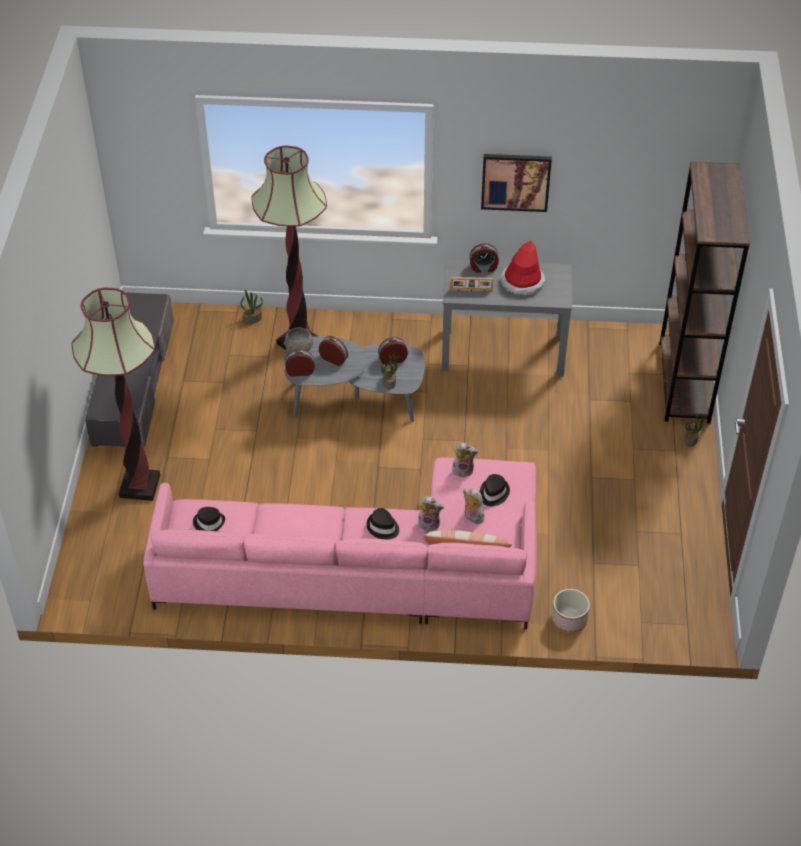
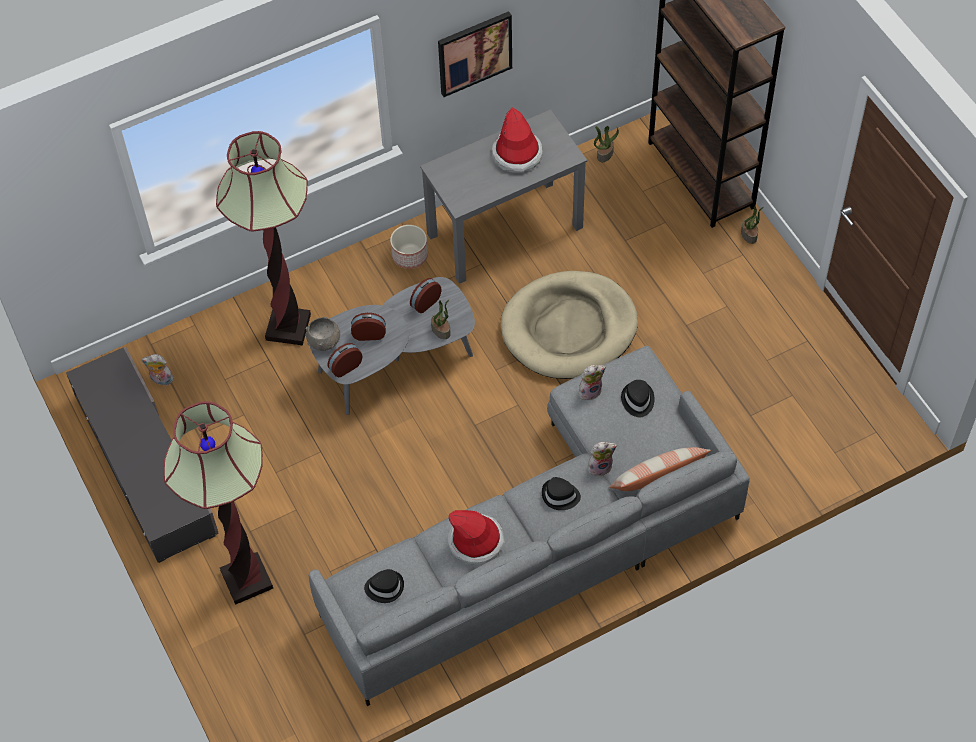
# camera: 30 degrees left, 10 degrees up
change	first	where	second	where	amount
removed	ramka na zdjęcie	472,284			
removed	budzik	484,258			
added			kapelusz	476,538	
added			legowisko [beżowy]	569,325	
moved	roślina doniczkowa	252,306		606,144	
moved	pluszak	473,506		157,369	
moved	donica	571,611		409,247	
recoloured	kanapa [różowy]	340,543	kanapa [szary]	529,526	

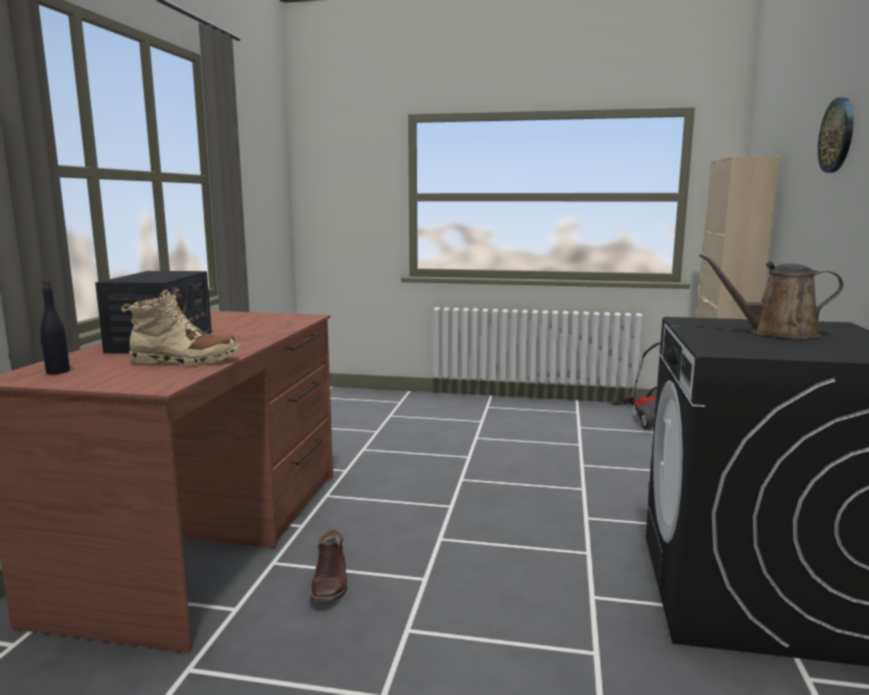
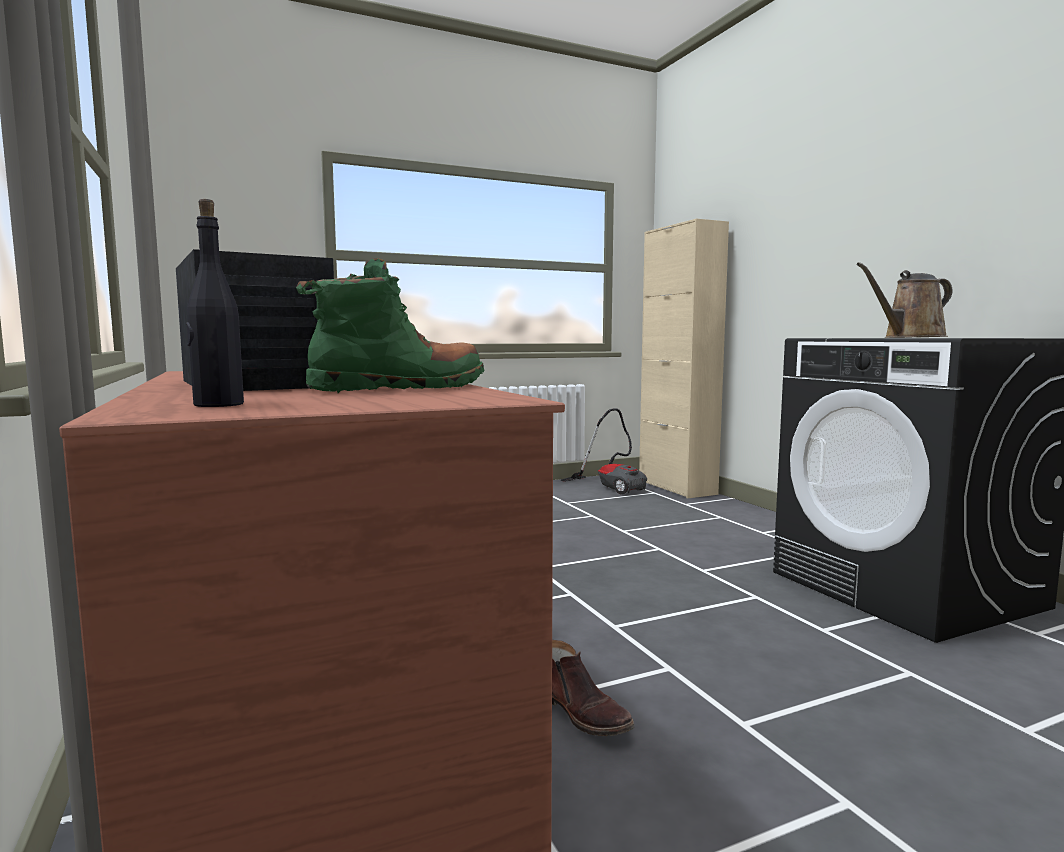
# camera: 35 degrees left, 5 degrees down
change	first	where	second	where	amount
removed	zegar ścienny	836,135			
recoloured	but z cholewką [beżowy]	180,327	but z cholewką [zielony]	390,325	

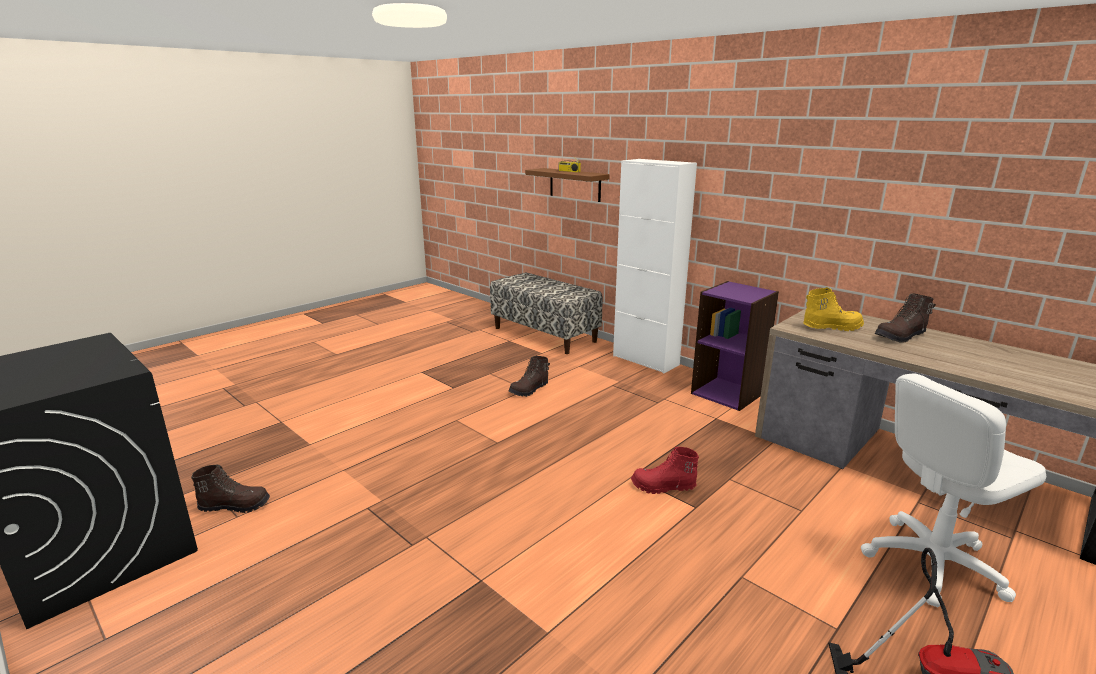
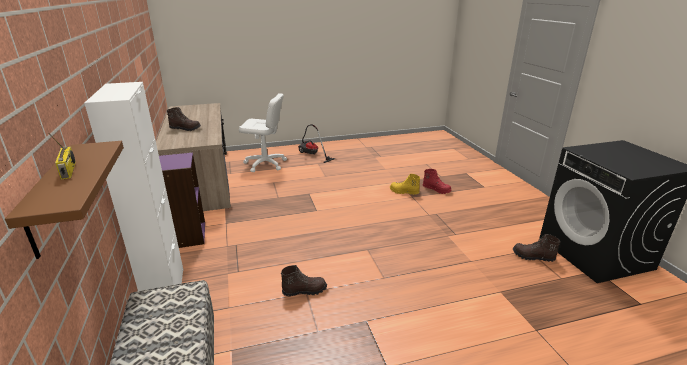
# camera: 150 degrees left, 5 degrees up
change	first	where	second	where	amount
moved	but z cholewką [czerwony]	665,470		437,181	
moved	but z cholewką [żółty]	833,309		405,184	

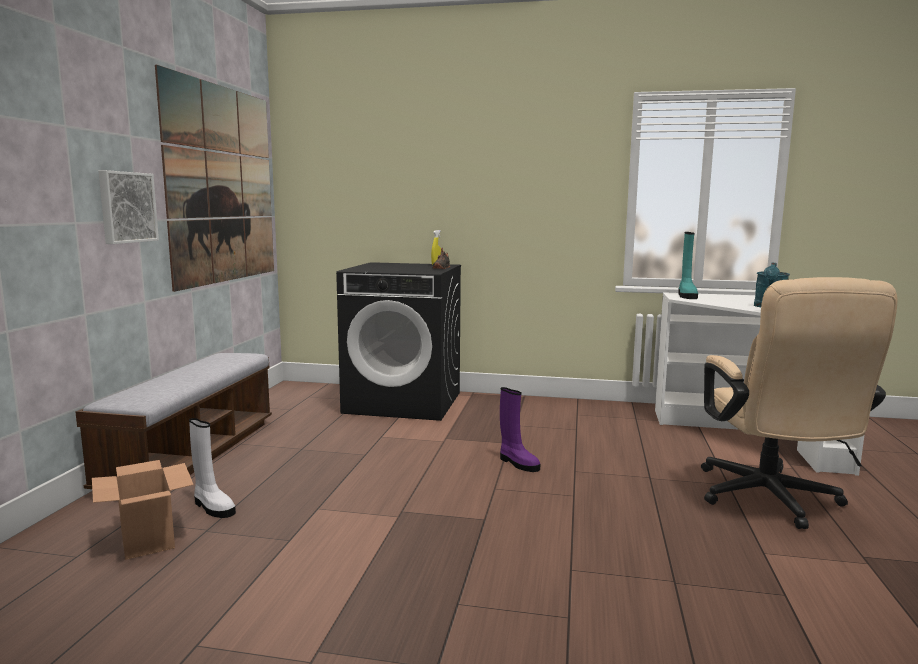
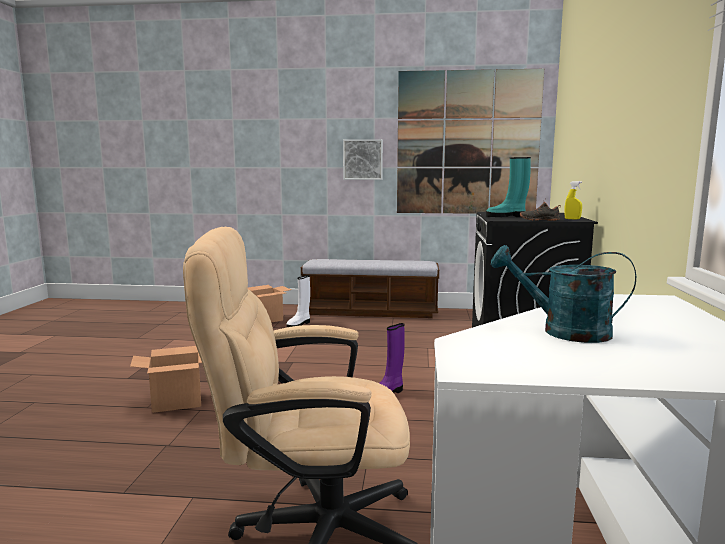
# camera: 85 degrees right, 0 degrees up
change	first	where	second	where	amount
added			karton	166,379	
moved	but z cholewką [turkusowy]	688,265		508,187	

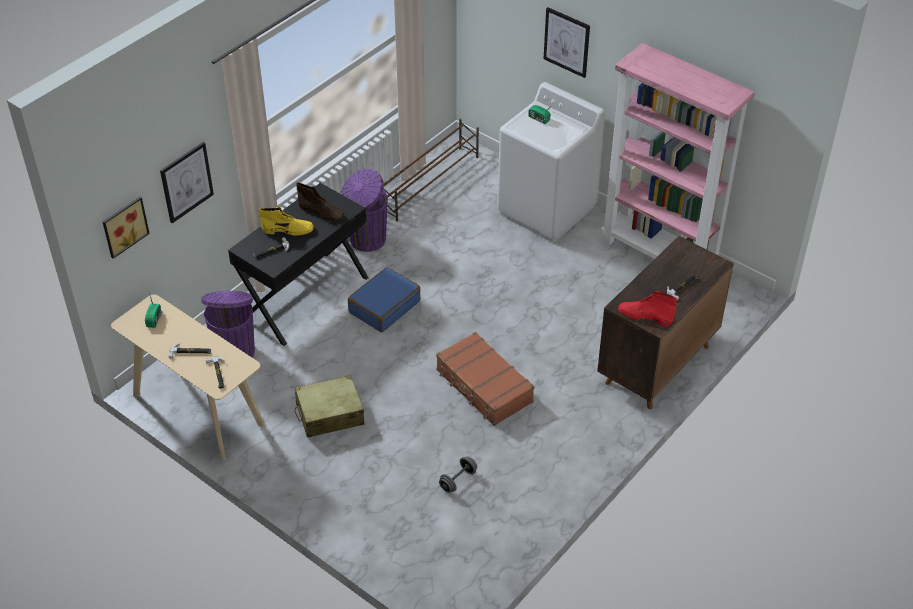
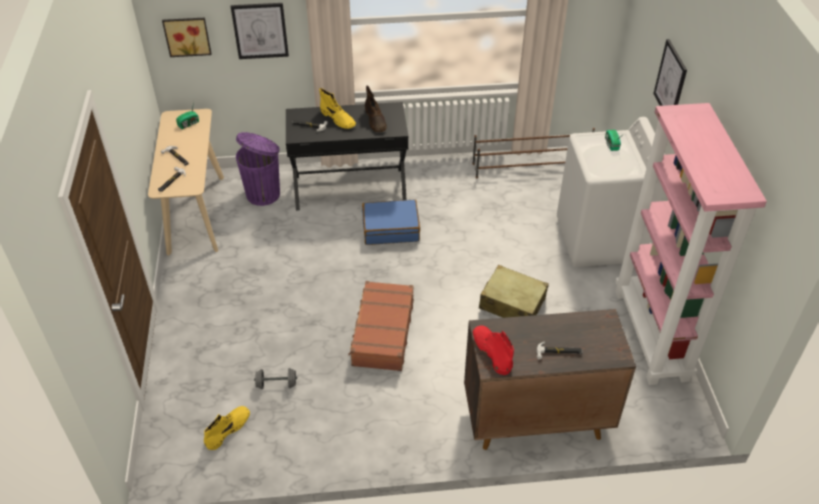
# camera: 45 degrees right, 0 degrees up
change	first	where	second	where	amount
removed	kosz na śmieci [fioletowy]	364,210			
added			but z cholewką [żółty]	227,428	
moved	walizka [beżowy]	329,406		514,291	

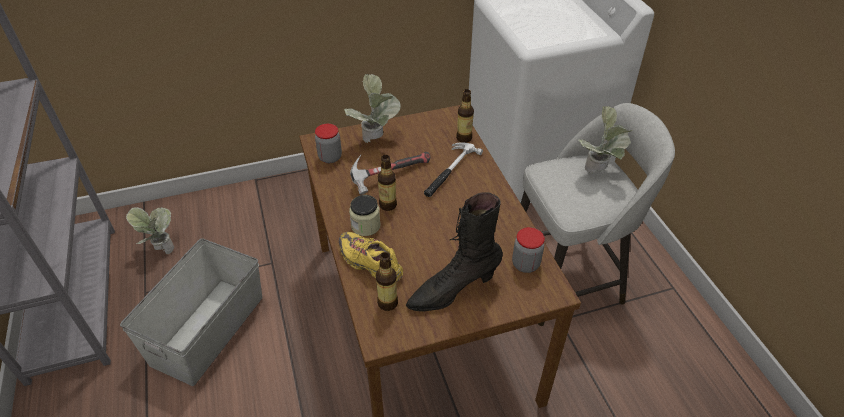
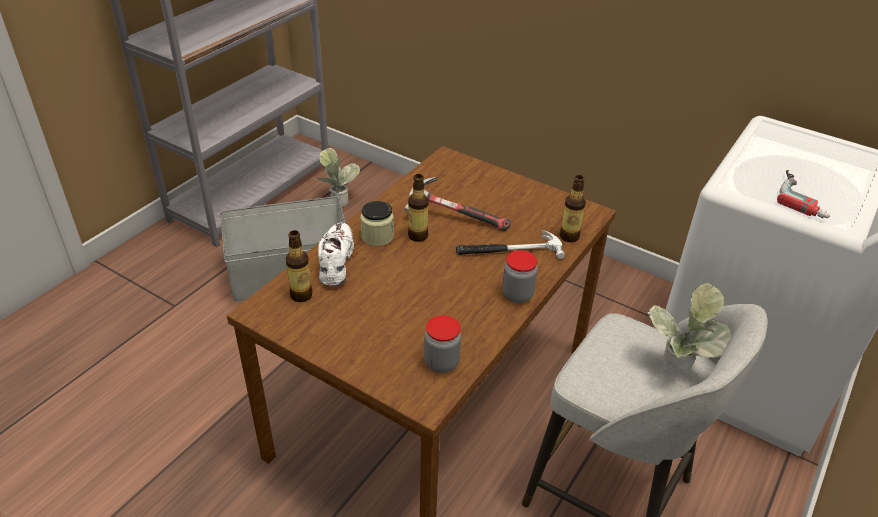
# camera: 50 degrees right, 5 degrees down
change	first	where	second	where	amount
removed	roślina doniczkowa	372,108			
removed	but z cholewką [czarny]	454,252			
added			wiertarka	803,194	
moved	słoik	328,143		520,276	
recoloured	but [żółty]	371,256	but [biały]	336,254	

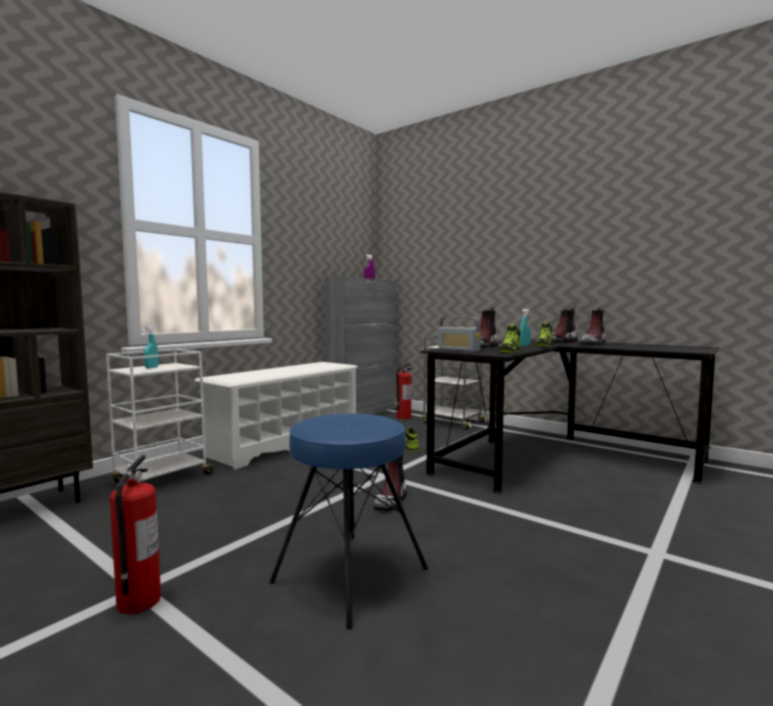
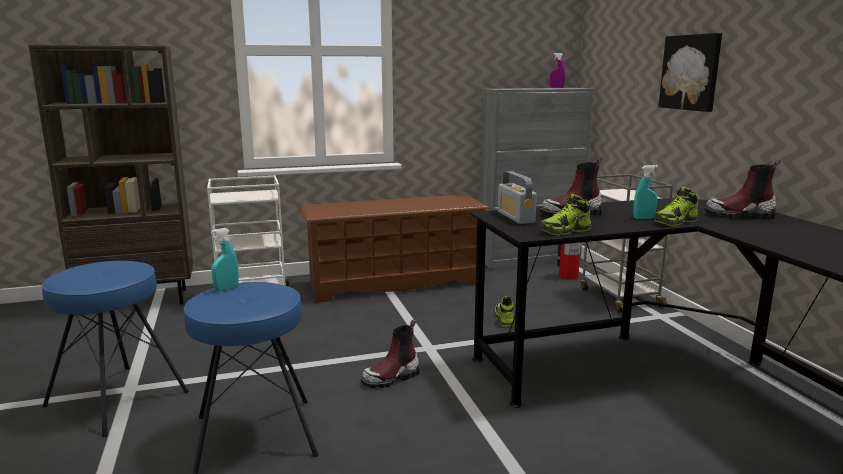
# camera: 35 degrees right, 10 degrees up
change	first	where	second	where	amount
removed	but z cholewką	593,325			
added			obraz	690,72	
moved	spryskiwacz [turkusowy]	151,347		225,259	
replaced	gaśnica	135,534	stołek [niebieski]	115,349	
recoloured	regał na buty [biały]	276,416	regał na buty [brązowy]	394,248	

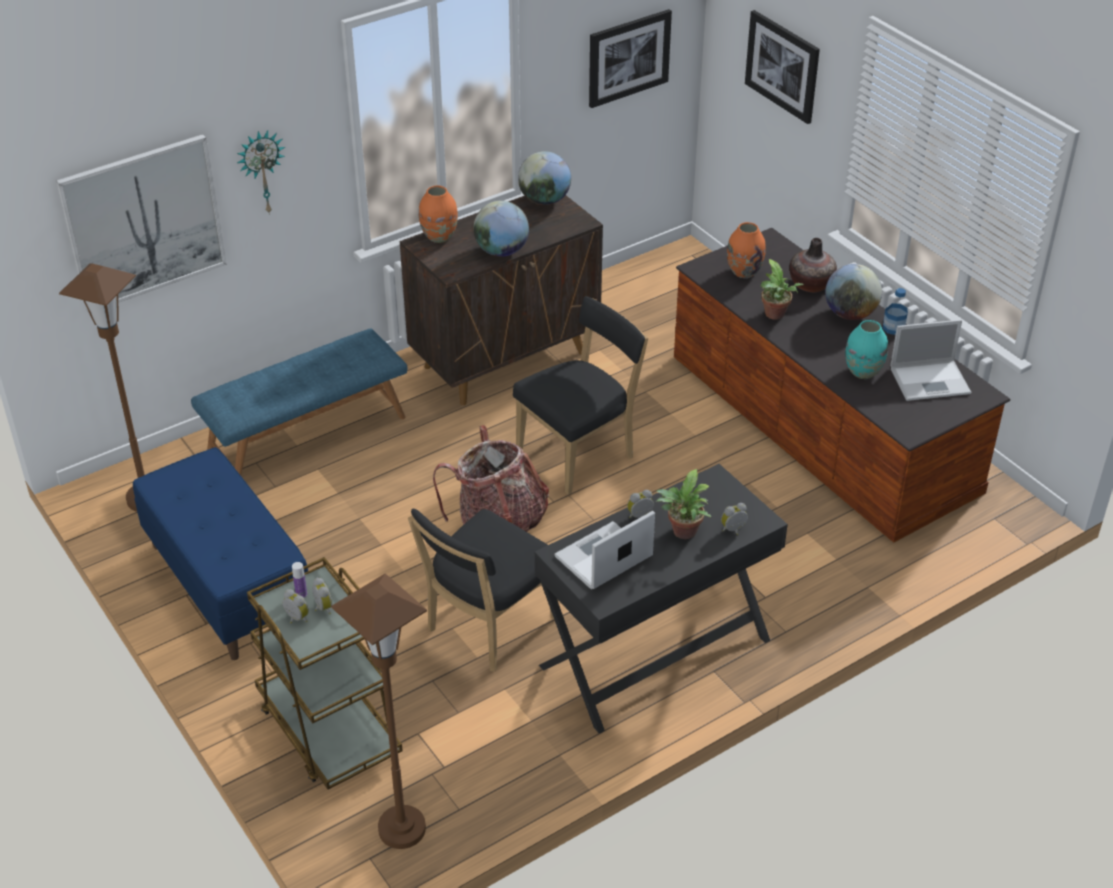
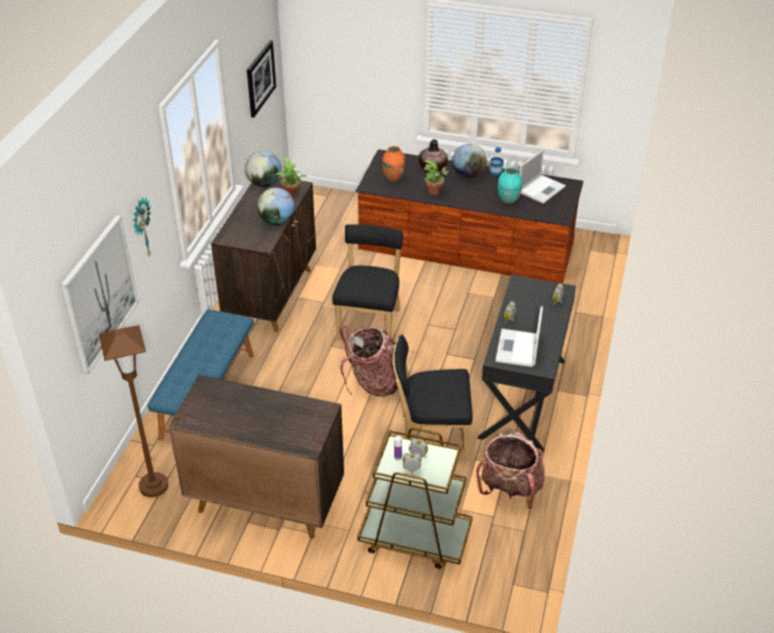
# camera: 40 degrees left, 0 degrees up
change	first	where	second	where	amount
removed	lampa stojąca [brązowy]	379,711			
removed	wazon [pomarańczowy]	438,214			
removed	obraz	782,67			
added			plecak	510,471	
moved	roślina doniczkowa	683,504		291,177	
replaced	ławka [niebieski]	220,553	szafka [brązowy]	256,457	
turned	krzesło [czarny]	483,590		433,397	90 degrees clockwise

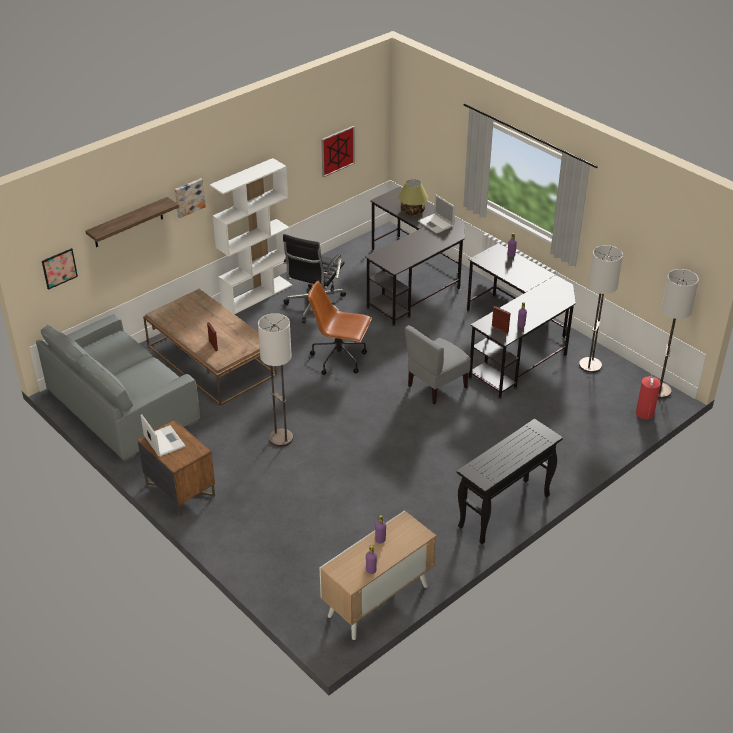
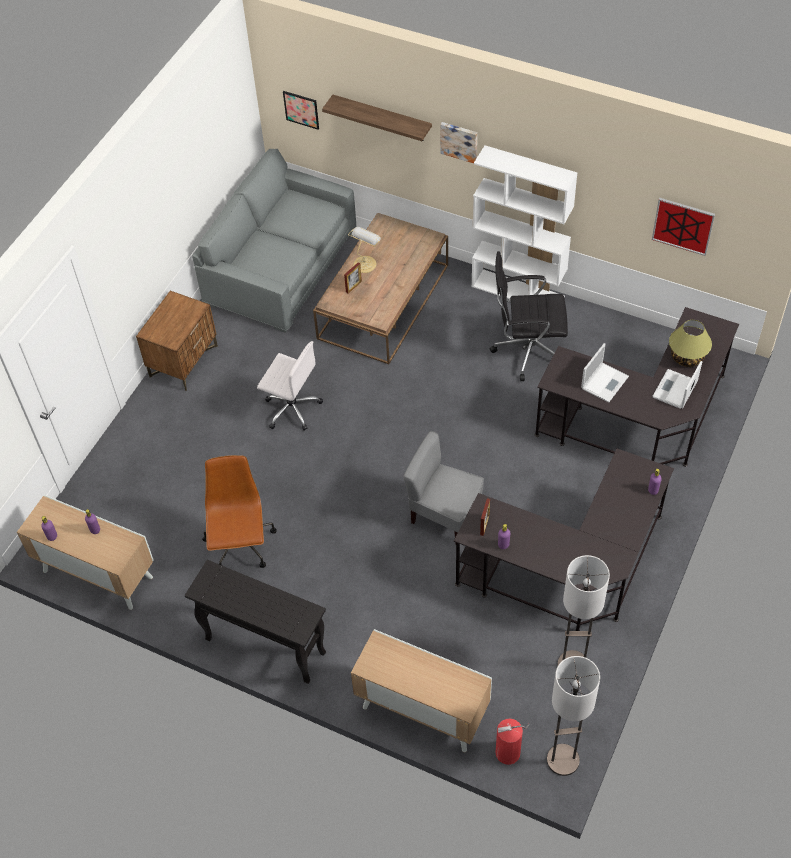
# camera: 70 degrees right, 15 degrees up
change	first	where	second	where	amount
added			lampa stołowa	364,250	
added			szafka	421,690	
moved	laptop	163,436		605,373	
moved	krzesło biurowe [brązowy]	340,328		239,511	
replaced	lampa stojąca	275,380	krzesło biurowe [biały]	290,386	

